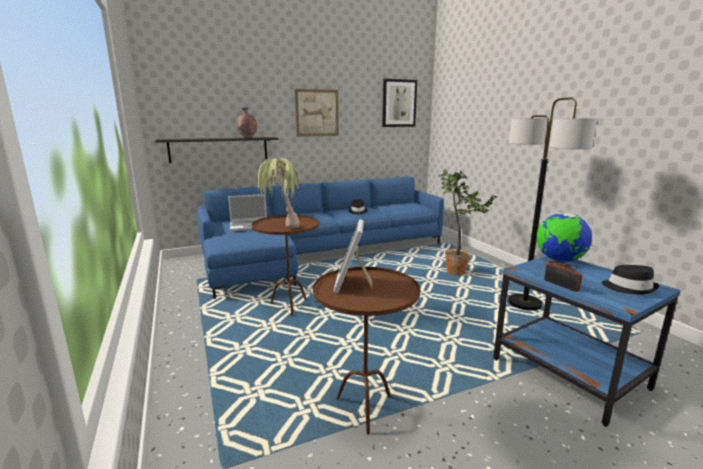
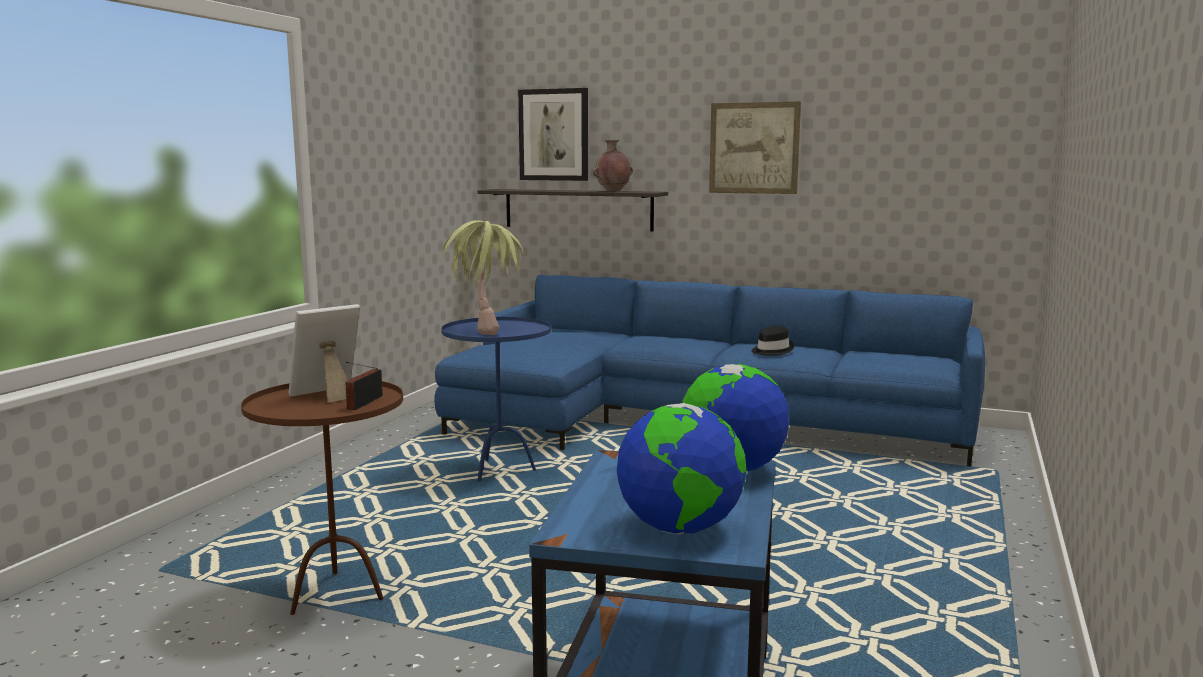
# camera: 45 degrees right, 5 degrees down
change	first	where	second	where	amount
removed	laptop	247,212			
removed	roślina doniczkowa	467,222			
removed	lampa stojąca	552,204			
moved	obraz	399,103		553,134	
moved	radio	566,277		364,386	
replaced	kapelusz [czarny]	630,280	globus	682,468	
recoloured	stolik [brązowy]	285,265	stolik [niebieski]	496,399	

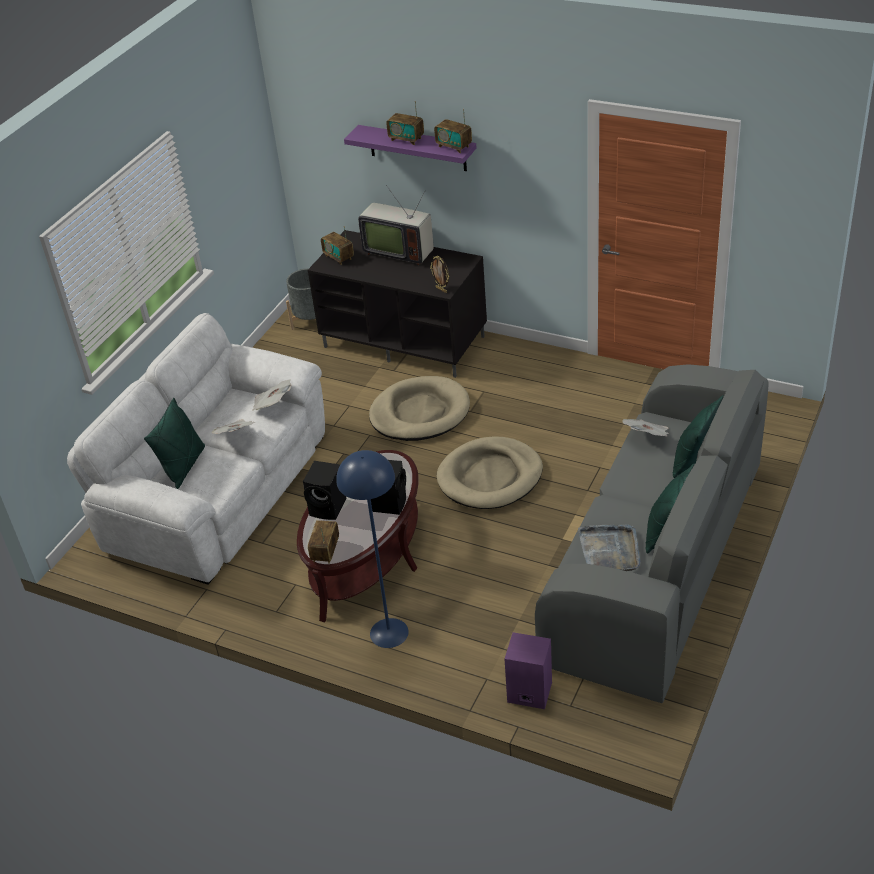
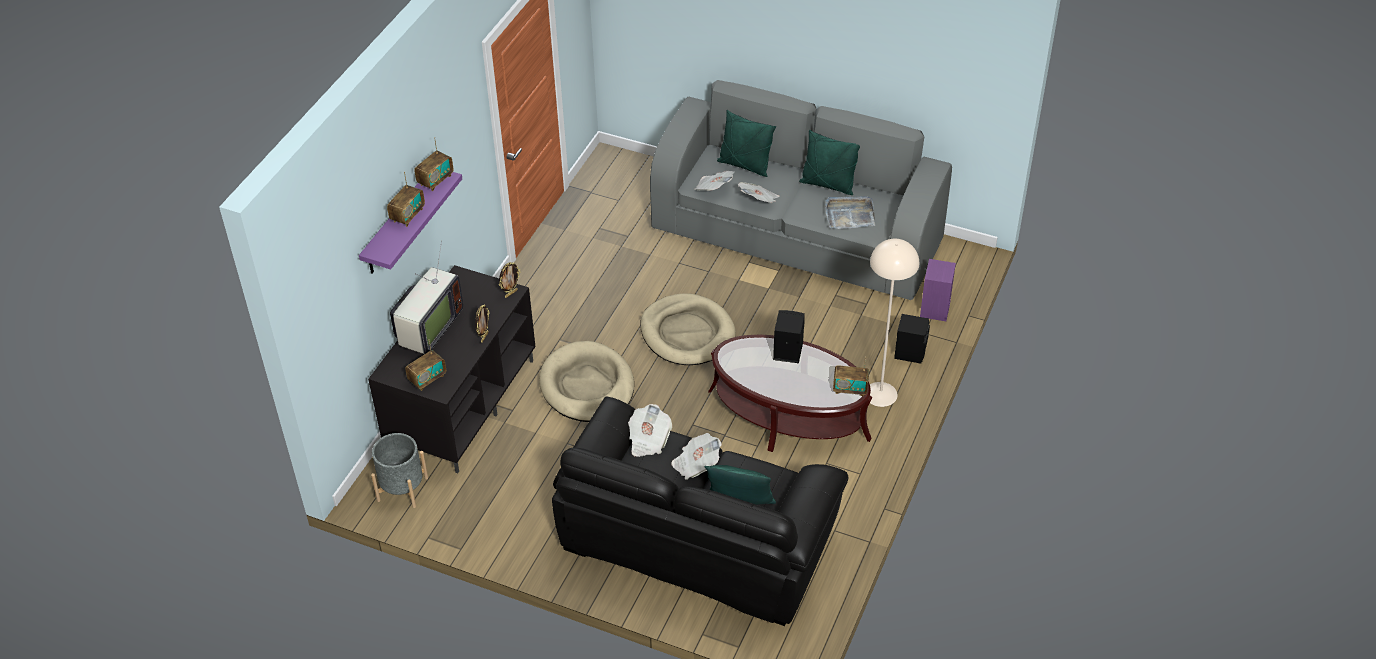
# camera: 95 degrees left, 5 degrees up
change	first	where	second	where	amount
added			ramka na zdjęcie	482,323	
added			gazeta	759,192	
moved	głośnik [czarny]	325,490		912,339	
recoloured	kanapa [biały]	196,449	kanapa [czarny]	700,511	
recoloured	lampa stojąca [niebieski]	372,549	lampa stojąca [beżowy]	894,323	

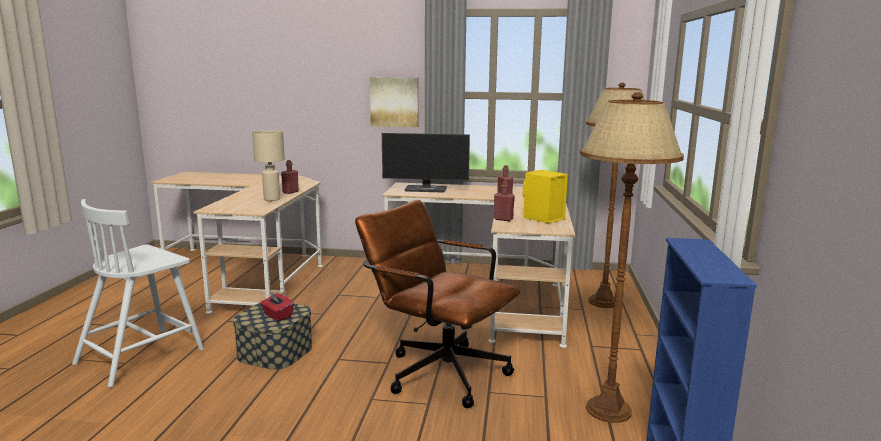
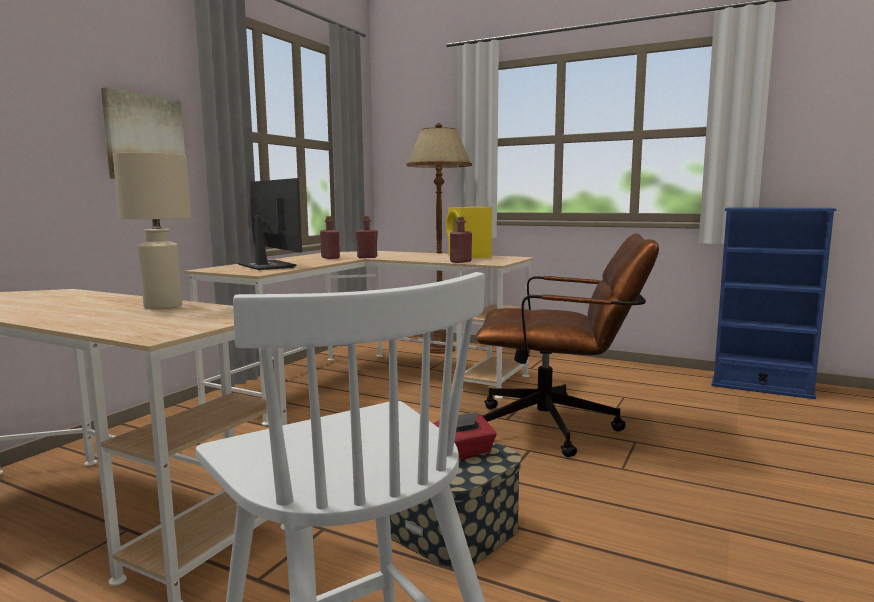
# camera: 70 degrees left, 5 degrees down
change	first	where	second	where	amount
removed	lampa stojąca [brązowy]	632,257			
moved	butelka [czerwony]	290,177		330,237	
turned	krzesło biurowe [brązowy]	437,304		567,345	135 degrees counterclockwise
turned	monitor	426,163		270,224	60 degrees counterclockwise

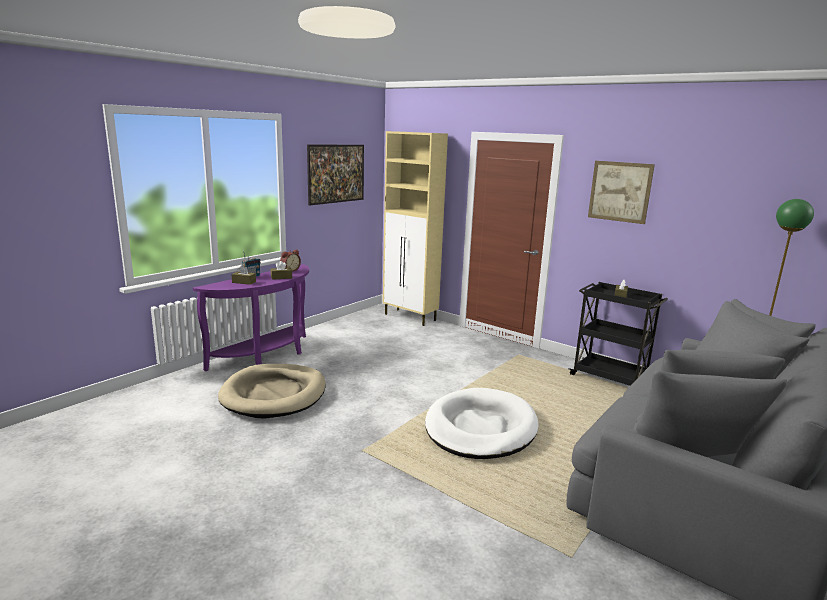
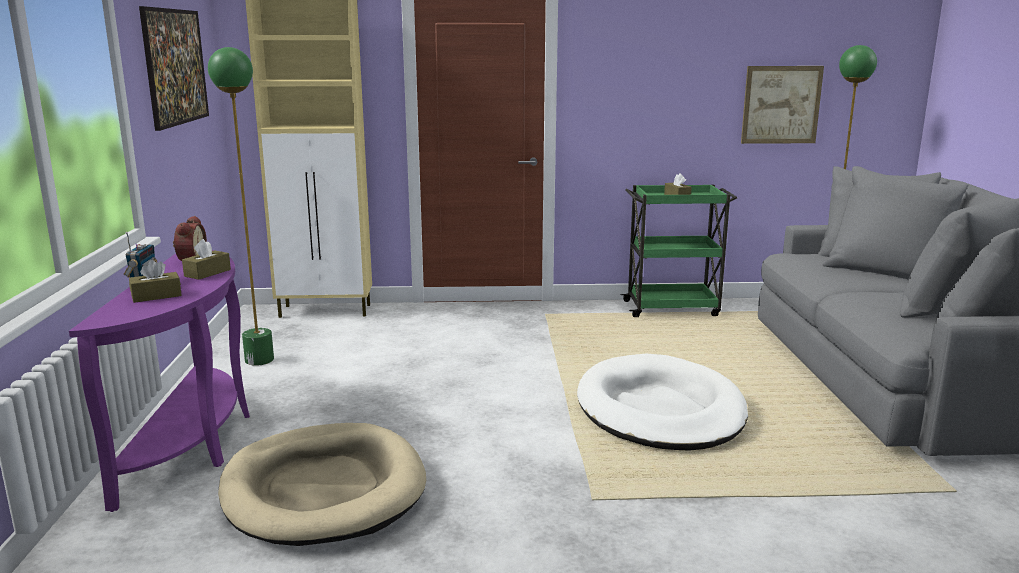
# camera: 40 degrees left, 0 degrees up
change	first	where	second	where	amount
added			lampa stojąca [zielony]	241,206	
moved	obraz	621,192		782,105	
recoloured	wózek [czarny]	618,334	wózek [zielony]	678,251	

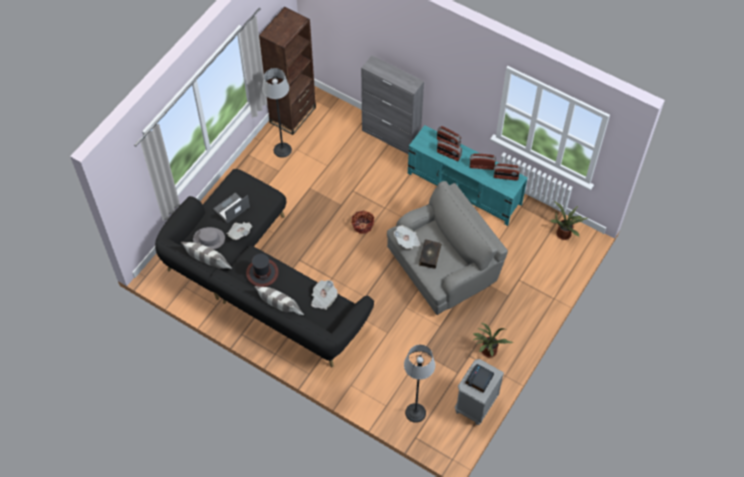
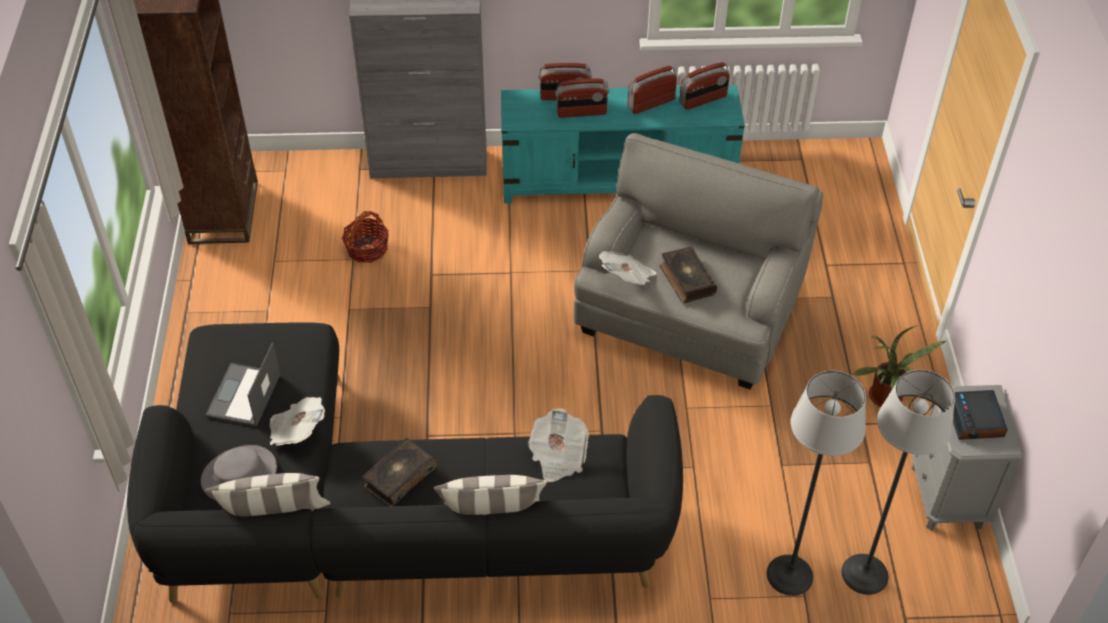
# camera: 35 degrees left, 10 degrees down
change	first	where	second	where	amount
removed	roślina doniczkowa	568,220			
moved	lampa stojąca	277,113		816,483	
moved	koszyk	362,222		365,237	
replaced	kapelusz	262,270	książka	400,472	

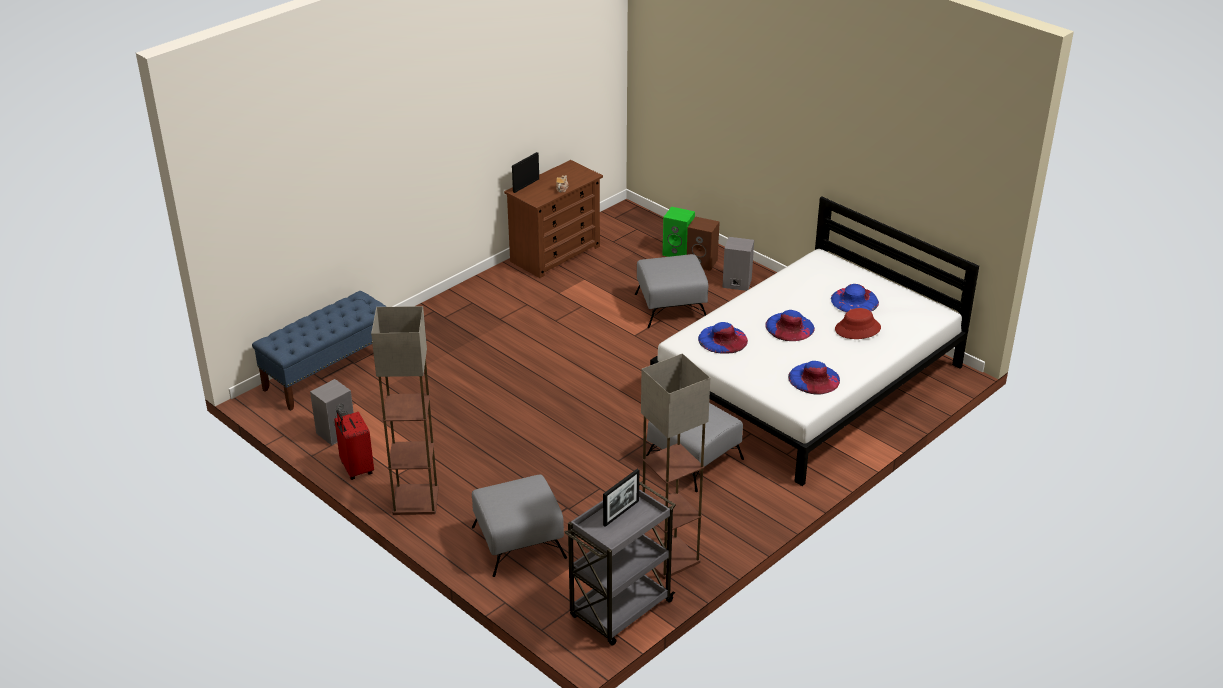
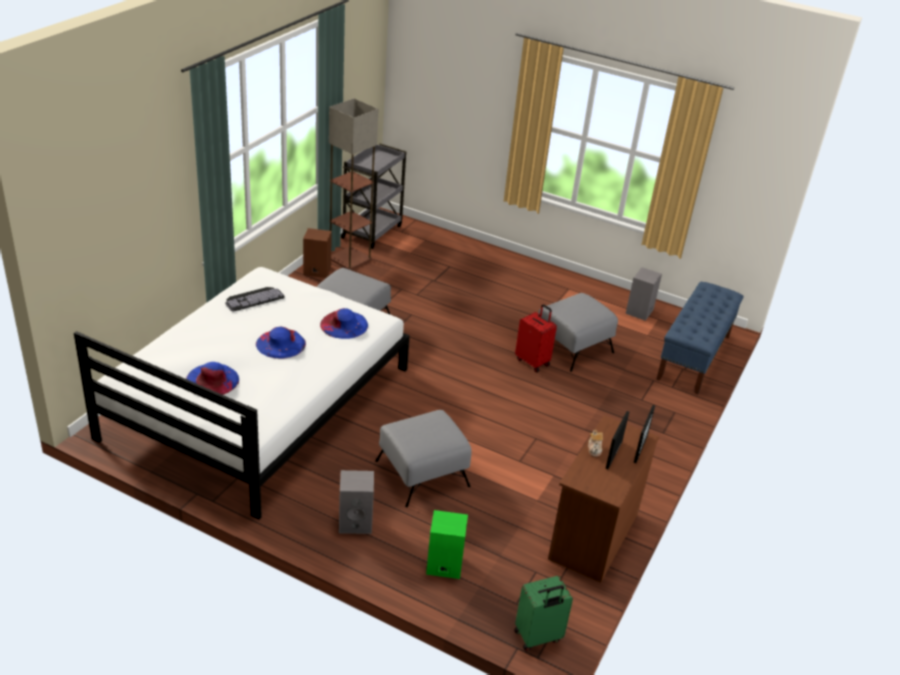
# camera: 160 degrees right, 0 degrees up
change	first	where	second	where	amount
removed	lampa stojąca	405,410			
removed	kapelusz [czerwony]	858,323			
added			walizka [zielony]	543,613	
moved	walizka [czerwony]	354,445		536,338	
moved	pufa [szary]	519,526		578,332	
moved	ramka na zdjęcie	621,498		617,440	
moved	głośnik [brązowy]	703,243		317,253	
replaced	kapelusz [niebieski]	814,377	klawiatura	255,299	

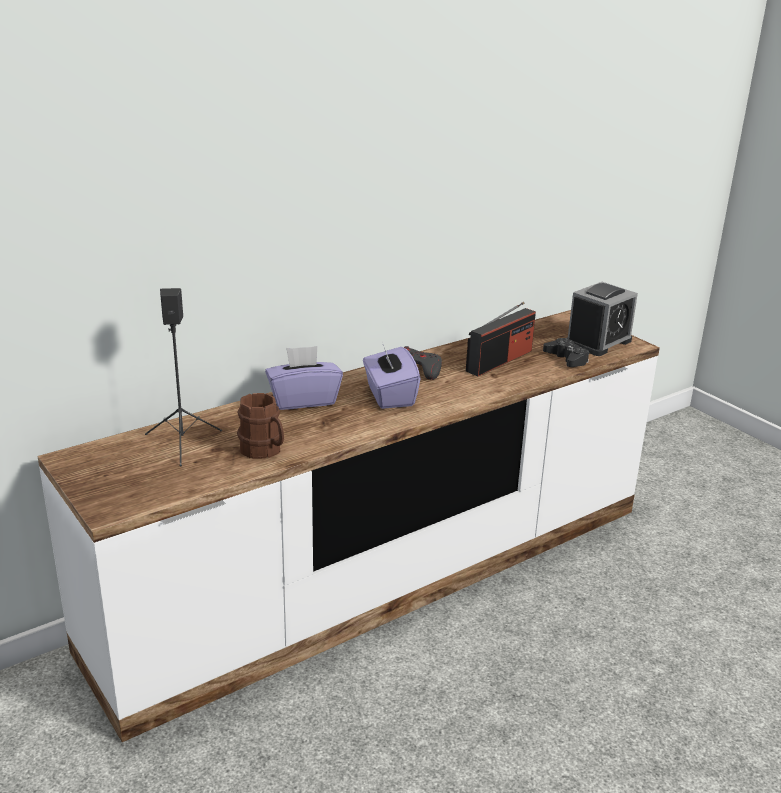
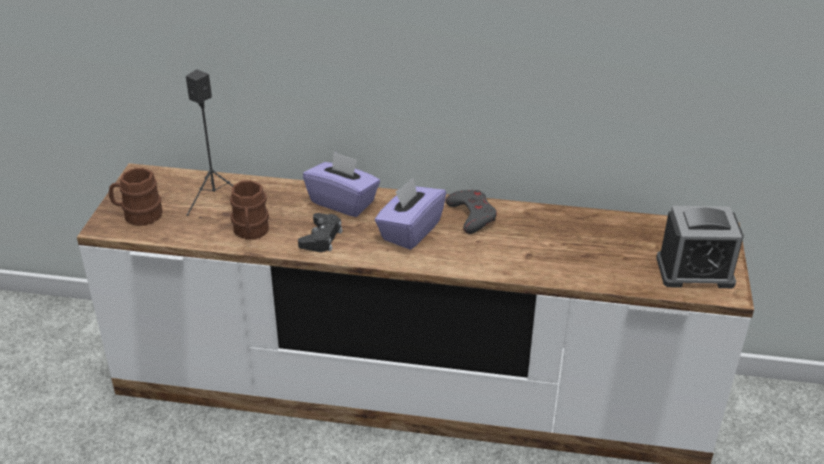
# camera: 45 degrees right, 10 degrees up
change	first	where	second	where	amount
removed	radio	501,339			
added			kubek [brązowy]	135,197	
moved	pad do gier [czarny]	566,352		320,232	

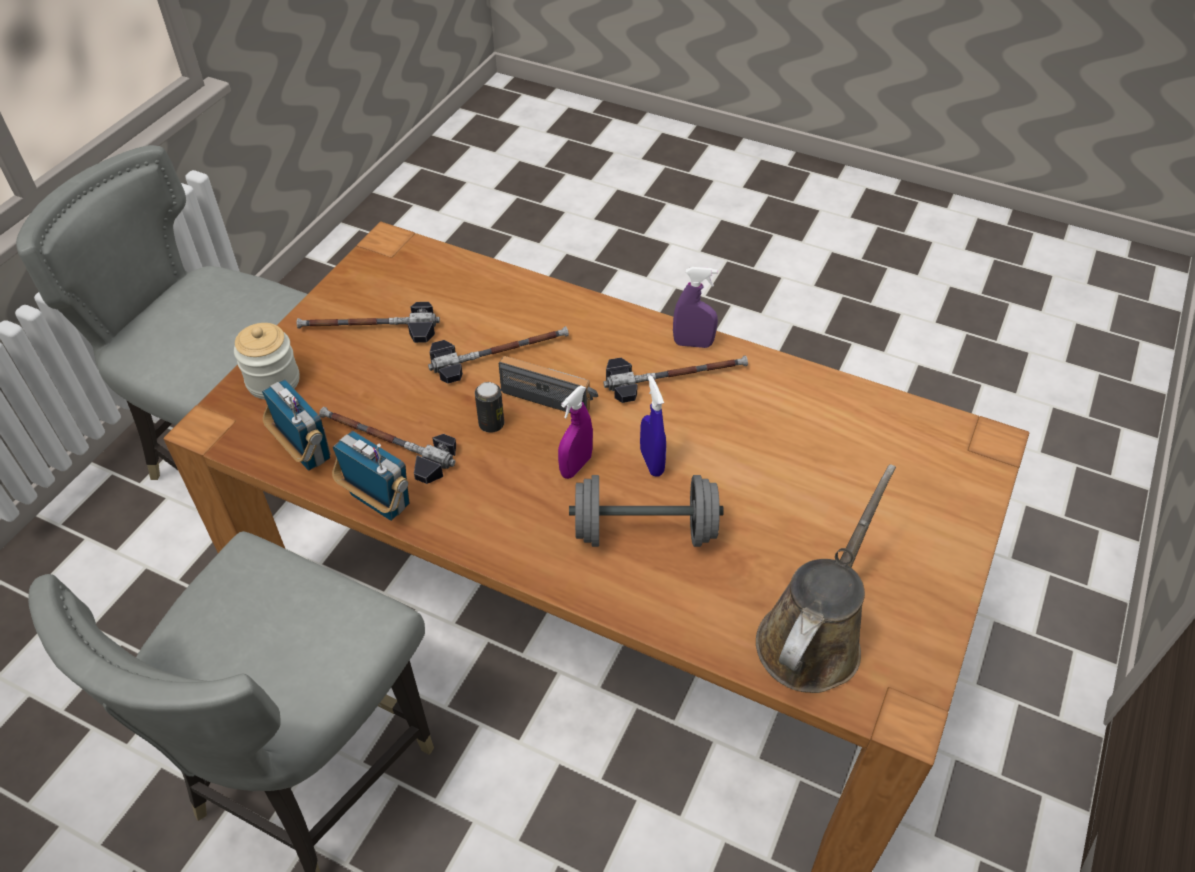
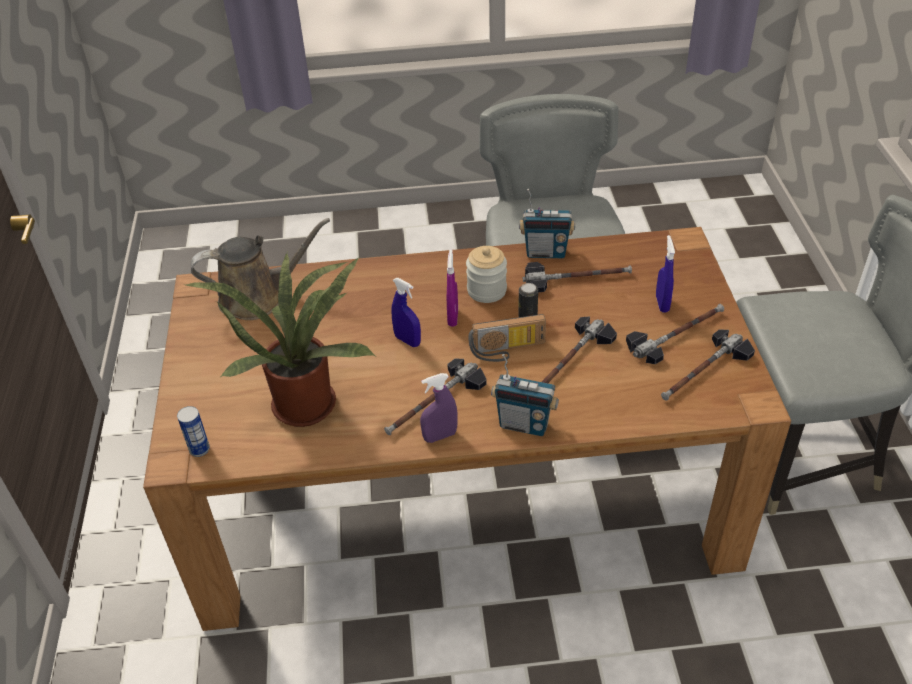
# camera: 150 degrees right, 5 degrees down
change	first	where	second	where	amount
removed	hantel [szary]	646,511			
added			puszka	193,431	
added			roślina doniczkowa	279,339	
added			spryskiwacz [niebieski]	665,274	
added			młotek	708,365	
moved	słoik	266,361		486,274	
moved	radio	296,425		525,395	
turned	konewka [brązowy]	826,578		260,269	105 degrees counterclockwise

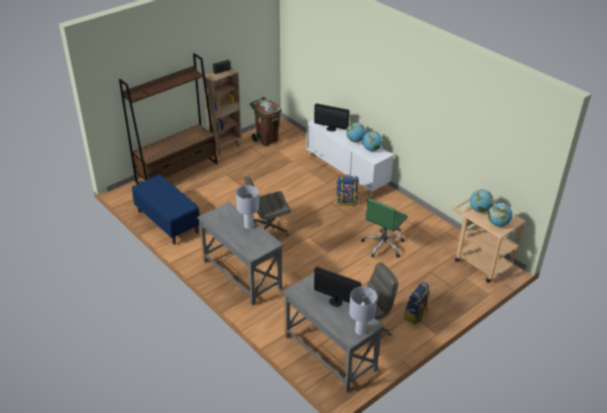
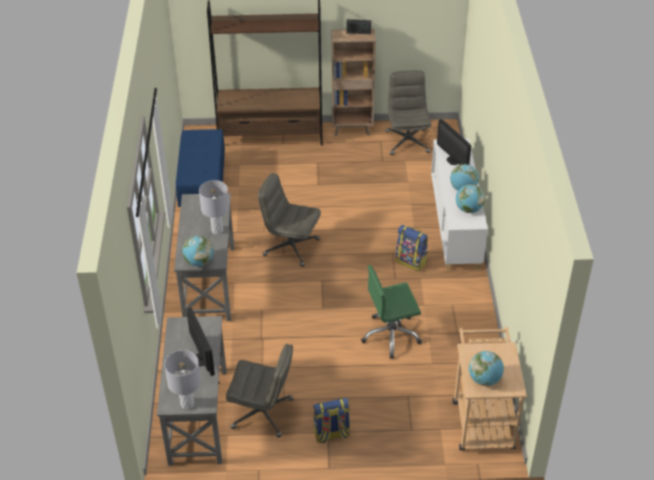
# camera: 40 degrees right, 5 degrees up
change	first	where	second	where	amount
moved	globus	482,201		197,250	
replaced	kosz na śmieci [brązowy]	265,121	krzesło biurowe [szary]	409,112	

